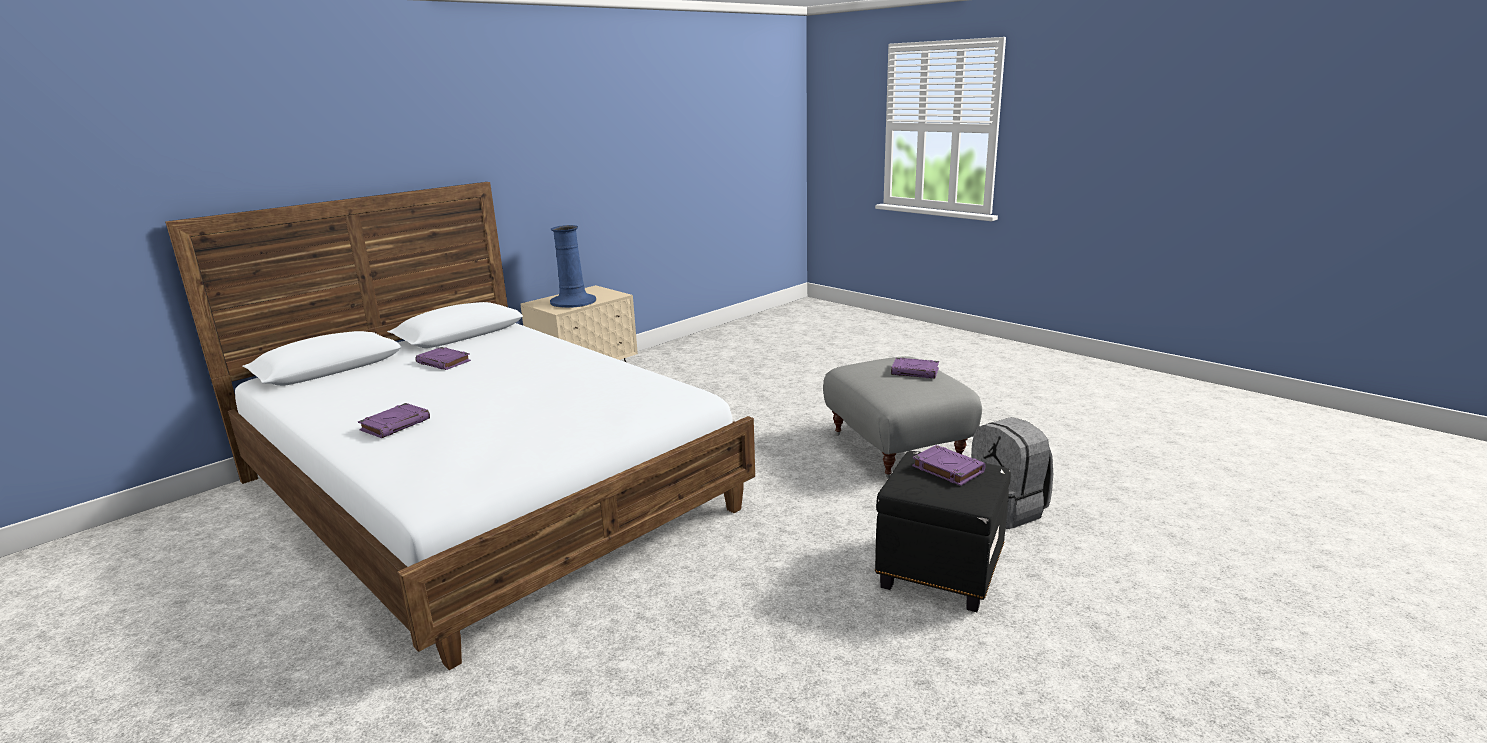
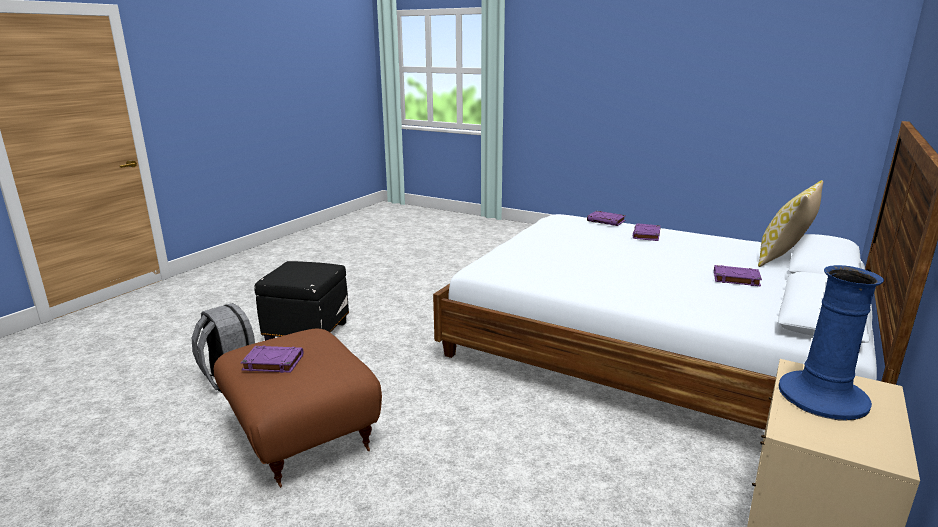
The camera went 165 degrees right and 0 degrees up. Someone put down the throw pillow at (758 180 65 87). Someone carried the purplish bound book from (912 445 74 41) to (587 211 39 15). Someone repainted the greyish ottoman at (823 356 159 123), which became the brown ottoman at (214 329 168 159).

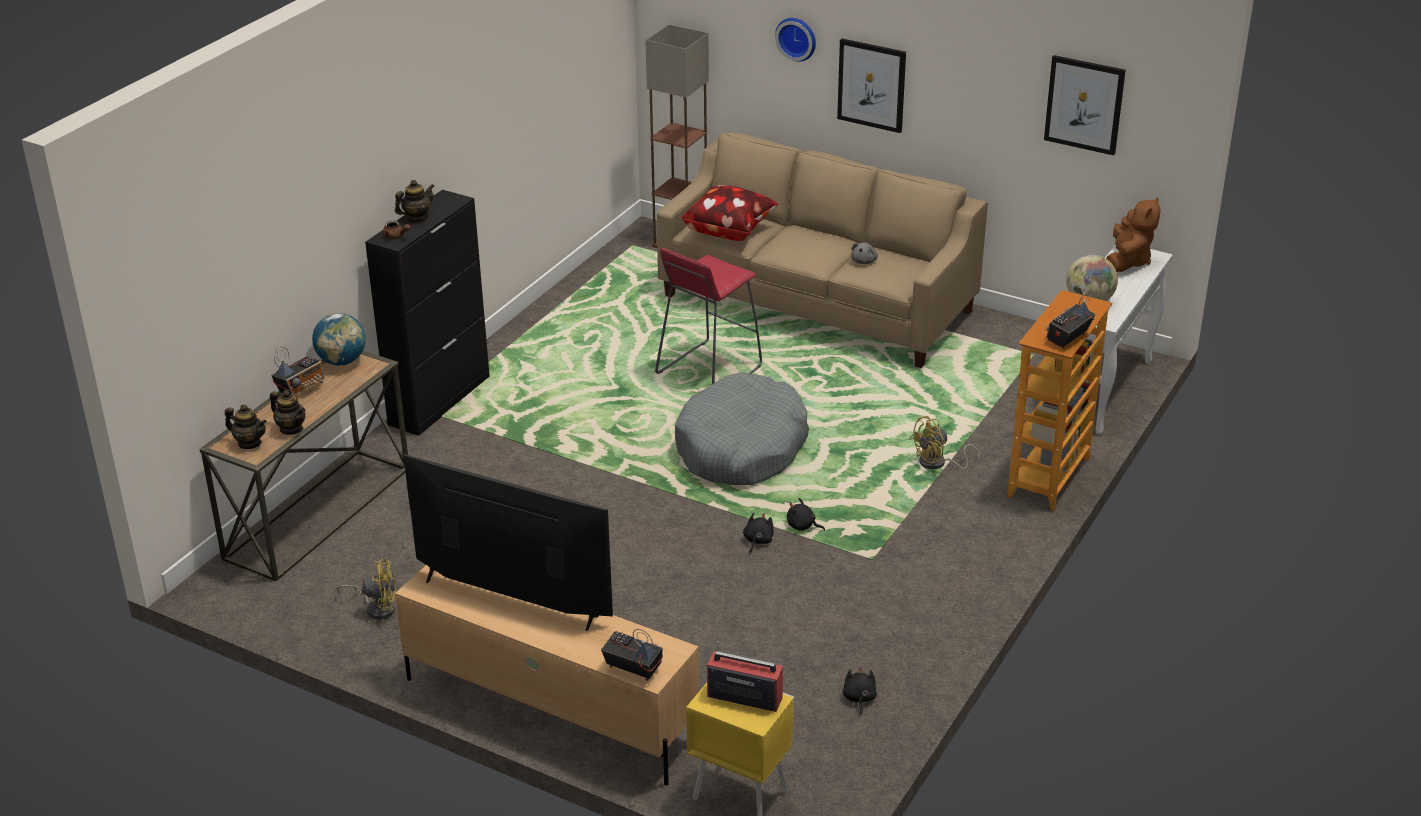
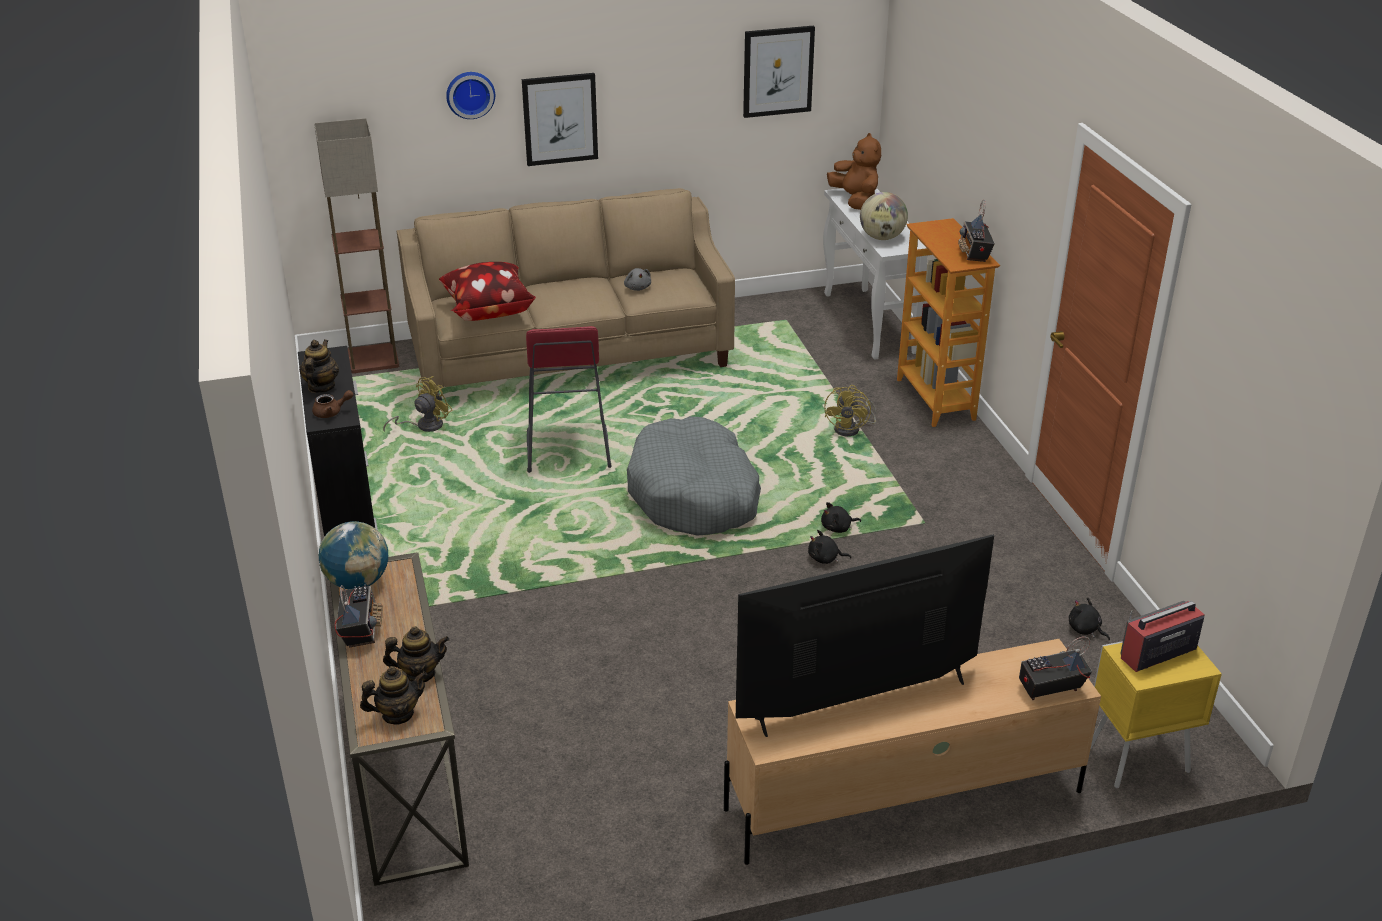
The camera went 45 degrees left and 0 degrees up. Someone carried the yellow-coloured electric fan from (337 558 60 62) to (383 376 70 56). Someone rotated the black cuddly toy at (743 513 31 40) by 60 degrees counterclockwise.

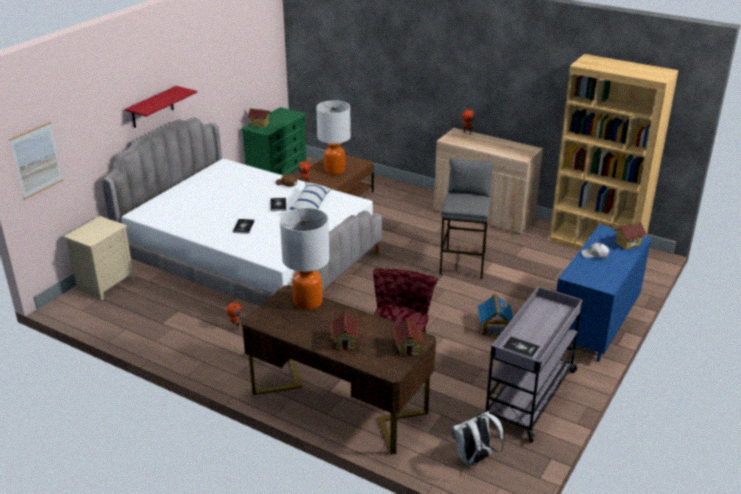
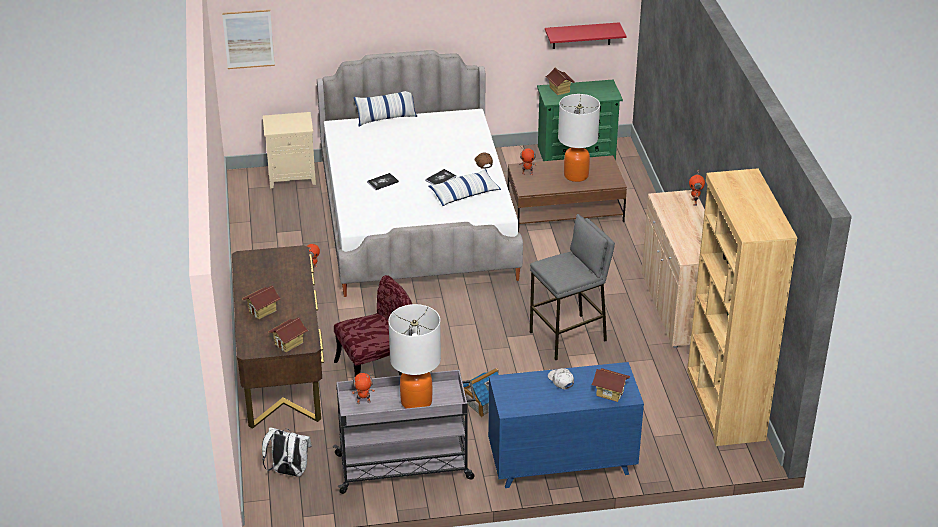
The camera went 50 degrees right and 5 degrees up. Someone put down the throw pillow at (354 91 63 35). Someone carried the red-coloured shelf from (125 86 72 42) to (545 22 82 27). Someone carried the lamp for a table from (280 208 50 102) to (388 304 53 104). Someone swapped the bound book at (503 337 37 22) for the model robot at (352 373 23 31).

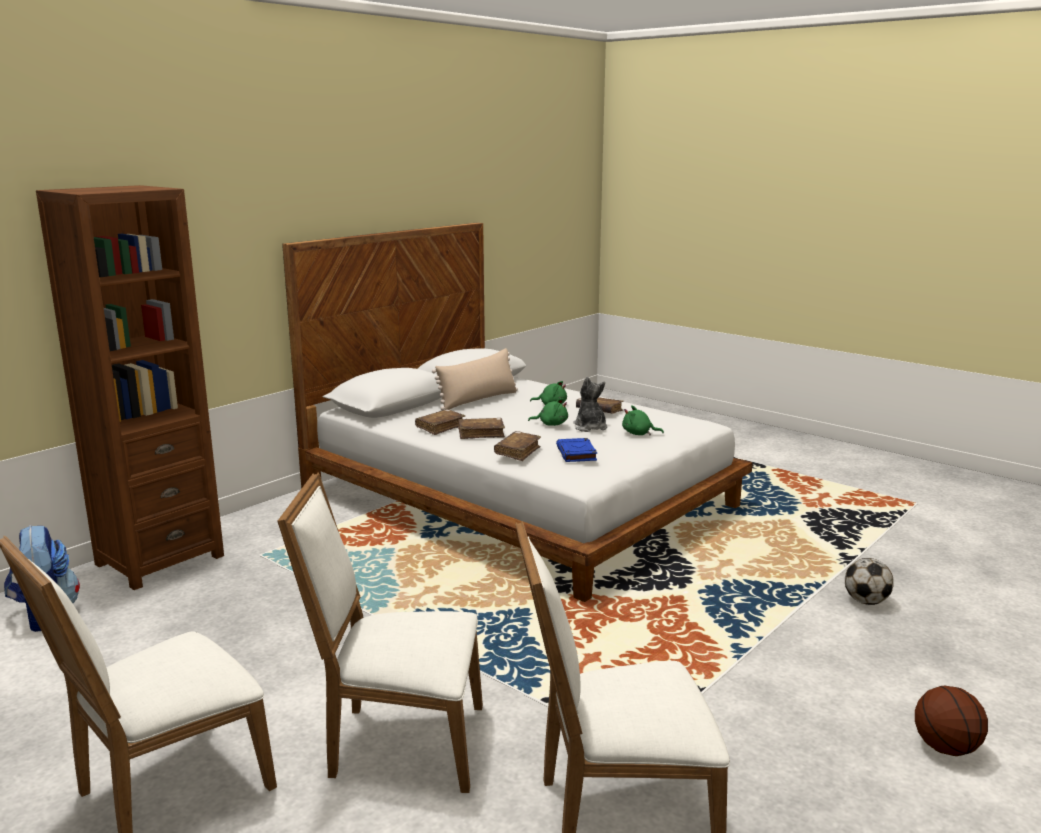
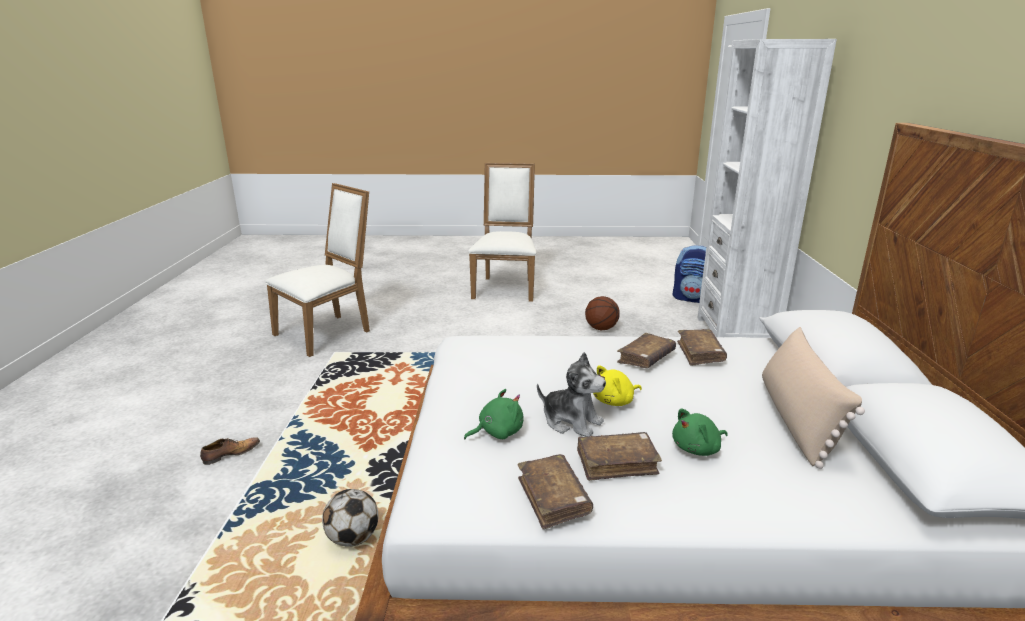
The camera went 140 degrees right and 5 degrees up. Someone took away the white chair at (277 473 206 320). Someone took away the blue bound book at (556 438 41 24). Someone put down the shoe at (200 437 60 28). Someone carried the brown bound book from (494 431 47 30) to (518 454 75 76). Someone carried the football ball from (845 558 49 47) to (322 489 56 58). Someone carried the basketball from (915 686 73 70) to (585 296 34 34). Someone repainted the brown bookshelf at (36 185 188 405), which became the white bookshelf at (698 39 139 299). Someone repainted the greenish cuddly toy at (528 398 40 28), which became the yellow-coloured cuddly toy at (593 365 49 41).

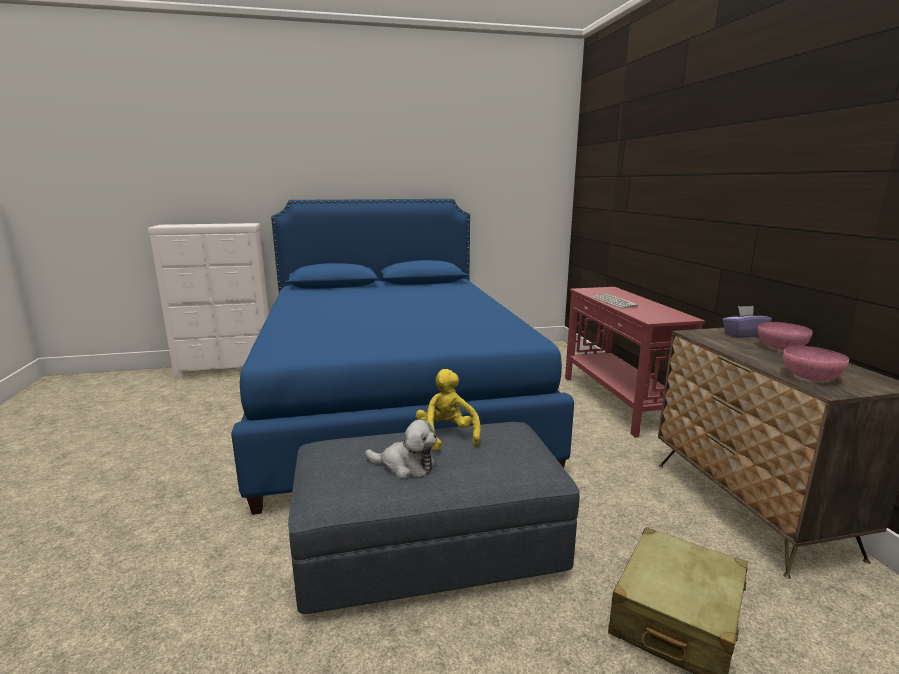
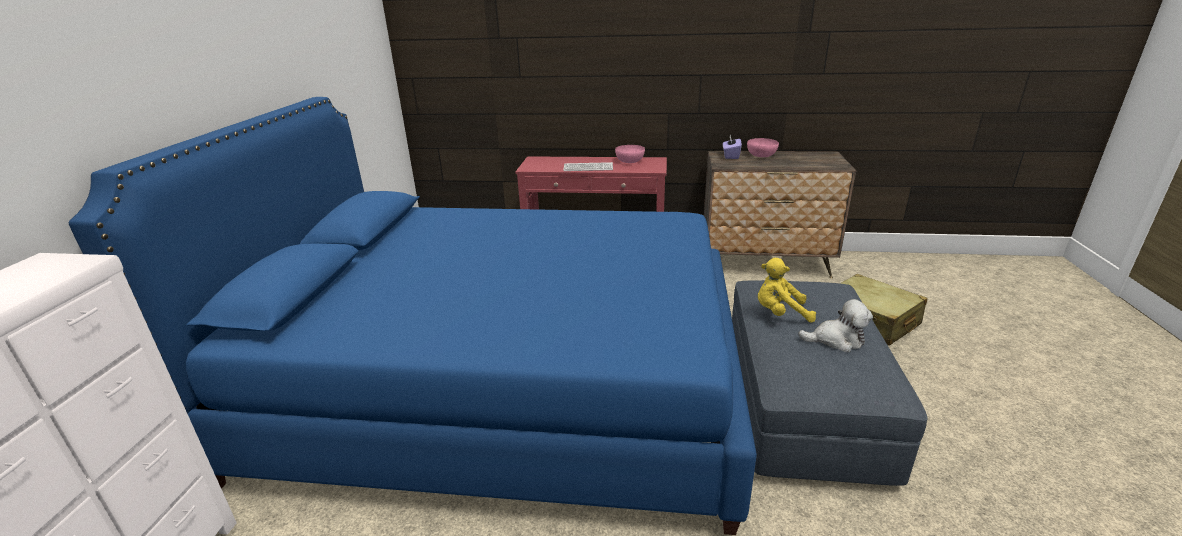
The camera went 70 degrees left and 10 degrees up. Someone carried the pink deep dish from (783 345 66 36) to (615 145 30 18). Someone rotated the cuddly toy at (365 420 72 59) by 60 degrees clockwise.

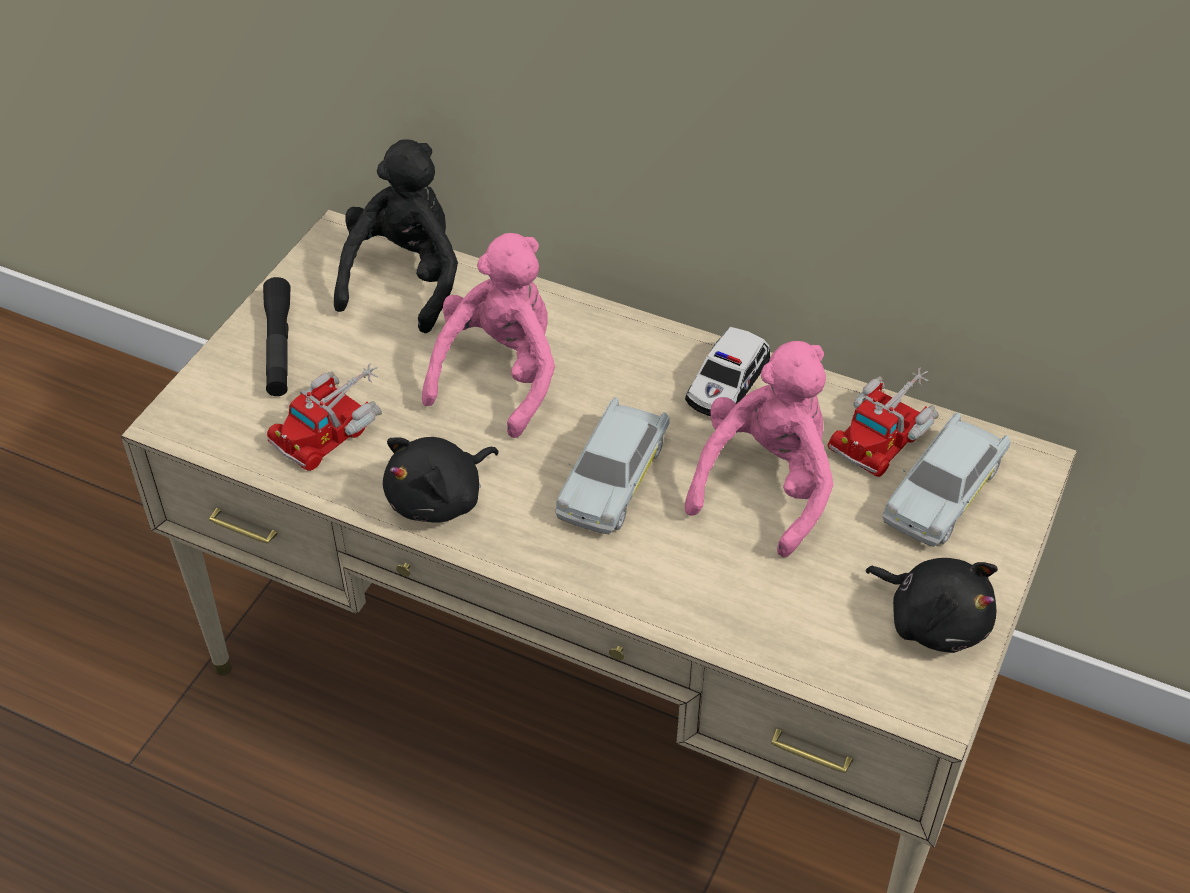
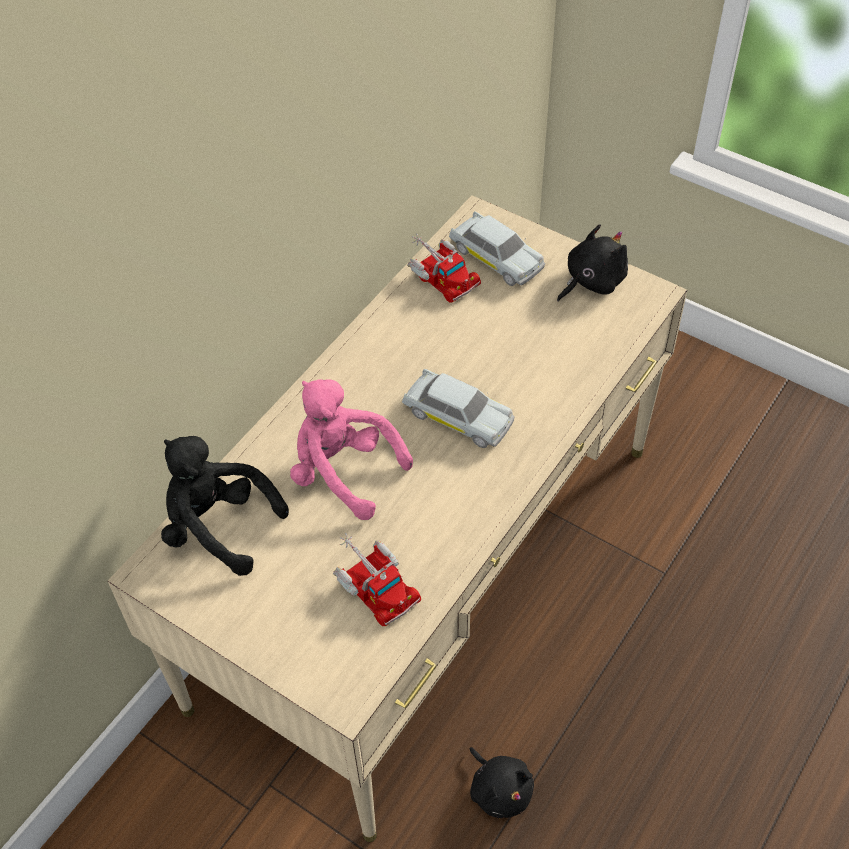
The camera went 80 degrees left and 5 degrees up. Someone took away the black torch at (263 277 28 119). Someone took away the model car at (685 327 85 89). Someone took away the pink cuddly toy at (685 341 148 216). Someone carried the black cuddly toy from (383 437 116 86) to (469 747 65 71).

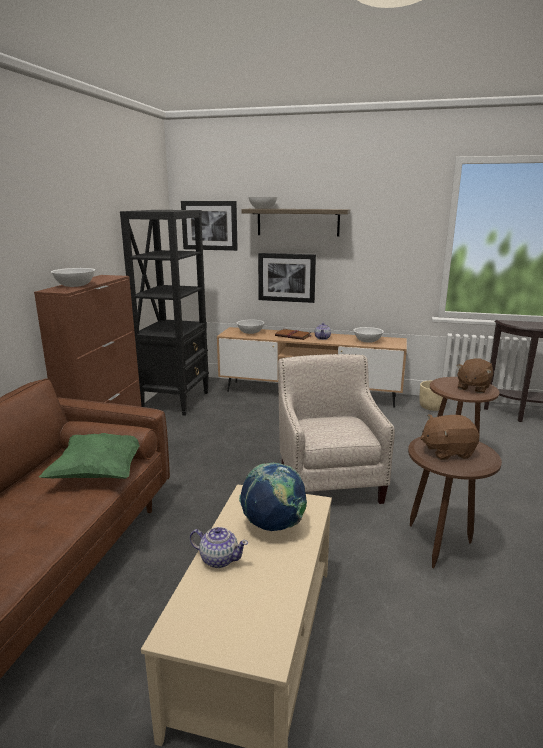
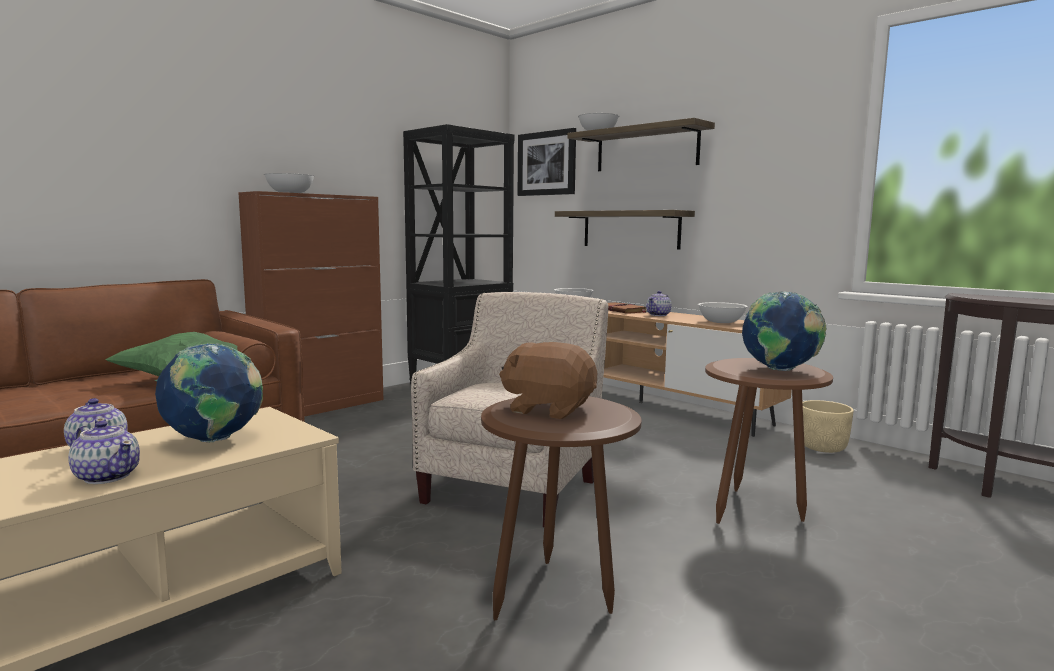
The camera went 30 degrees right and 10 degrees down. Someone put down the teapot at (68 420 72 64). Someone swapped the wall picture at (258 253 58 50) for the shelf at (555 210 140 39). Someone swapped the brown cuddly toy at (457 358 36 35) for the globe at (742 291 85 80).

